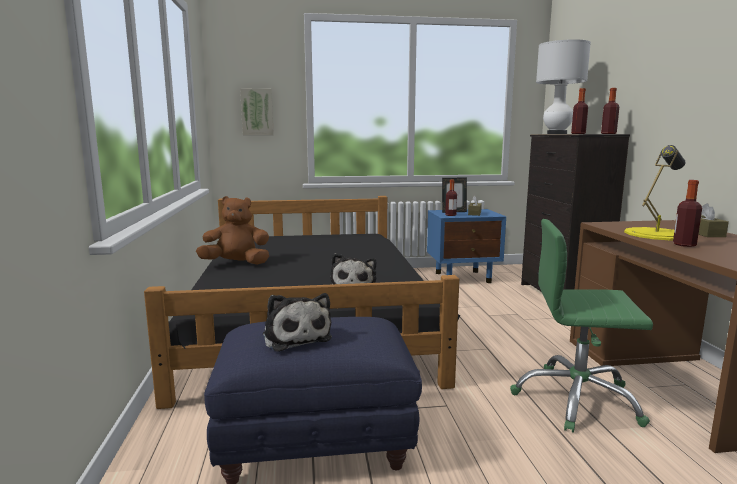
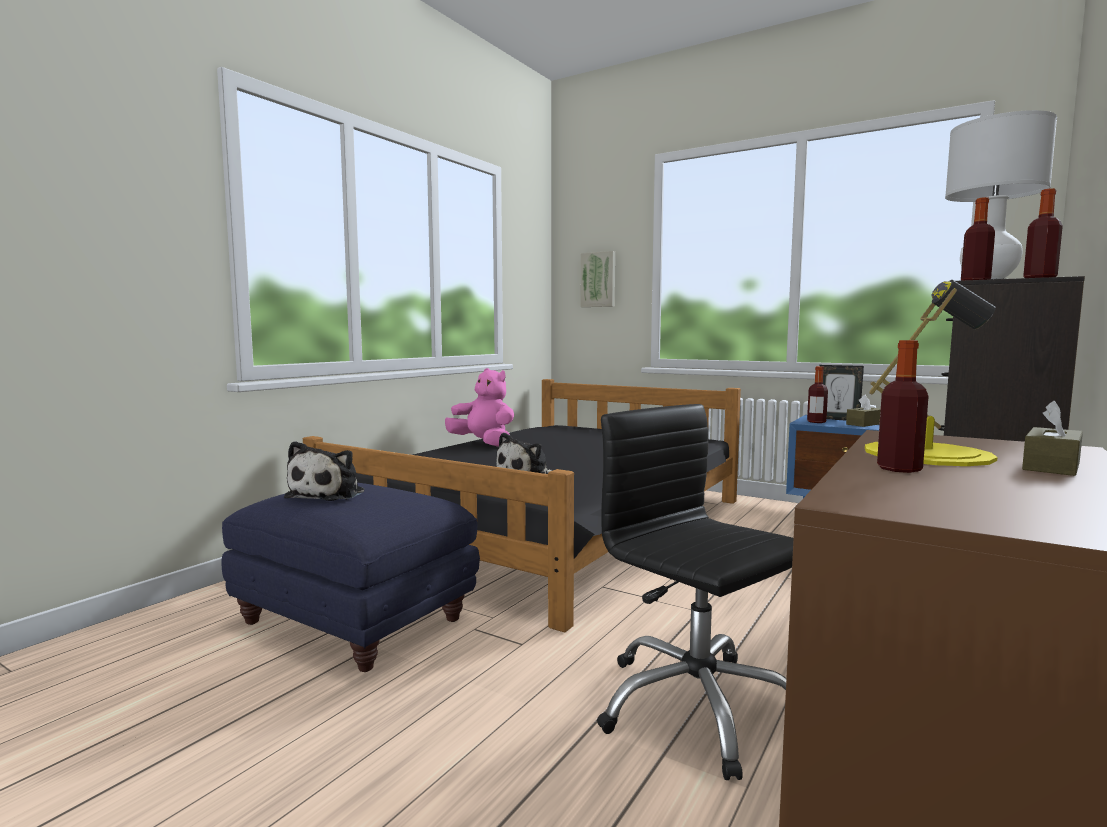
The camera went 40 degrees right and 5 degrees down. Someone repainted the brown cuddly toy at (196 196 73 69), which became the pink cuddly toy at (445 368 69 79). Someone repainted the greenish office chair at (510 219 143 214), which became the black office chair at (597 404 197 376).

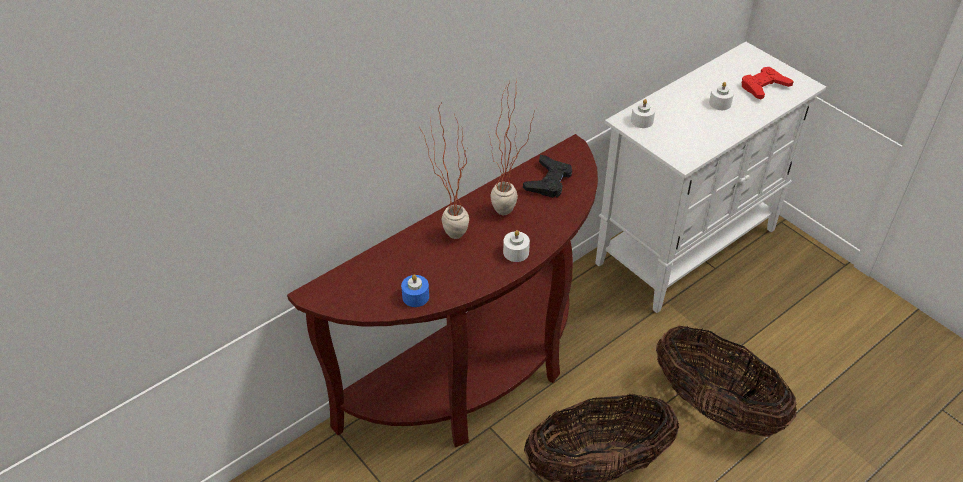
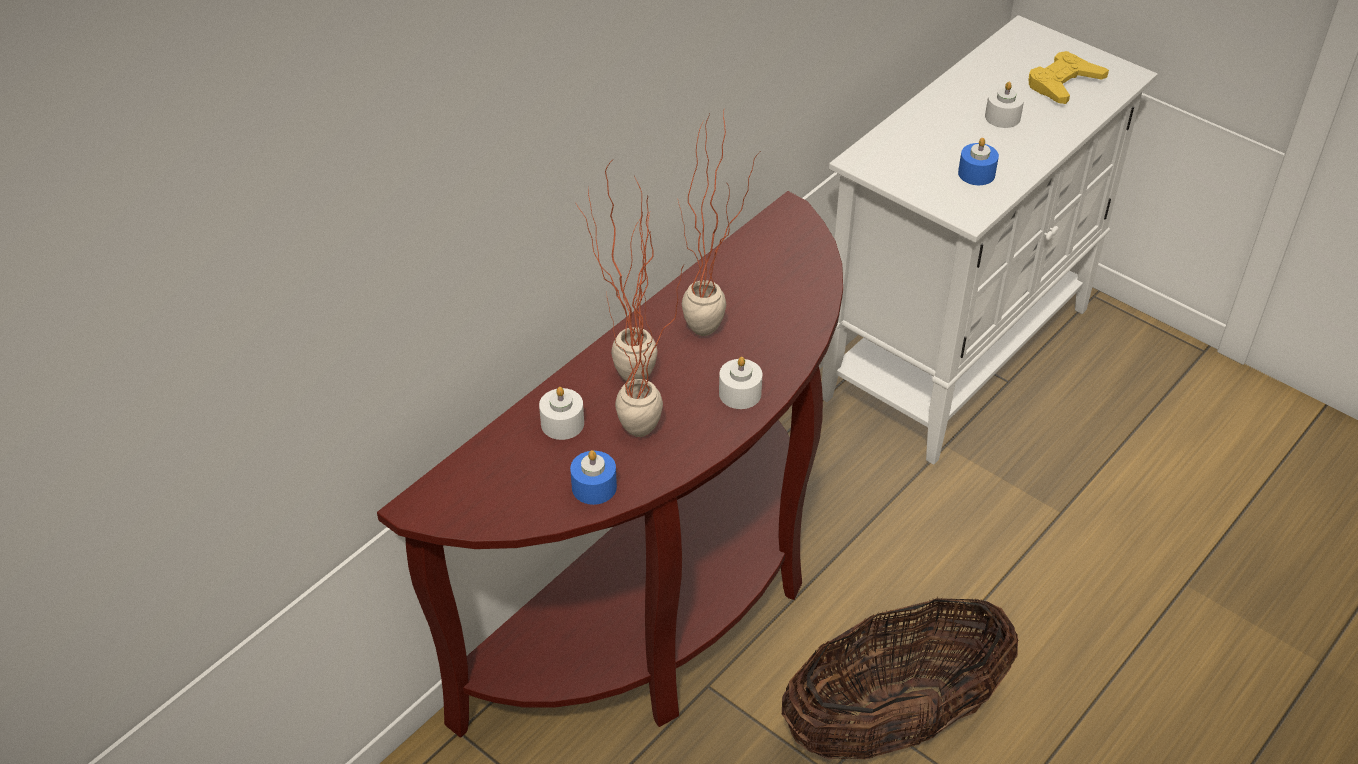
The camera went 10 degrees left and 0 degrees up. Someone took away the black game controller at (523 155 49 43). Someone took away the basket at (656 326 141 111). Someone put down the plant in a pot at (607 210 77 227). Someone put down the blue wax candle at (958 138 41 47). Someone carried the white wax candle from (631 99 24 29) to (539 387 45 53). Someone repainted the red-coloured game controller at (742 67 52 33), which became the yellow-coloured game controller at (1029 51 80 53).

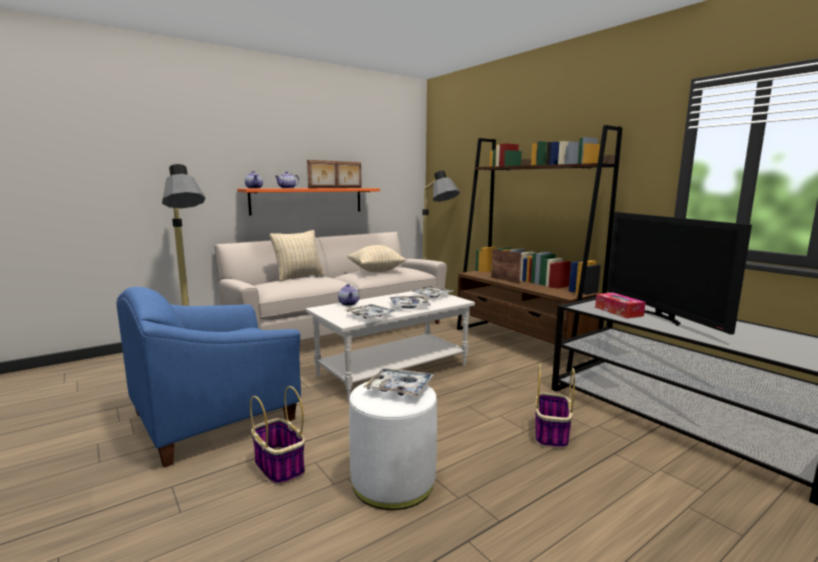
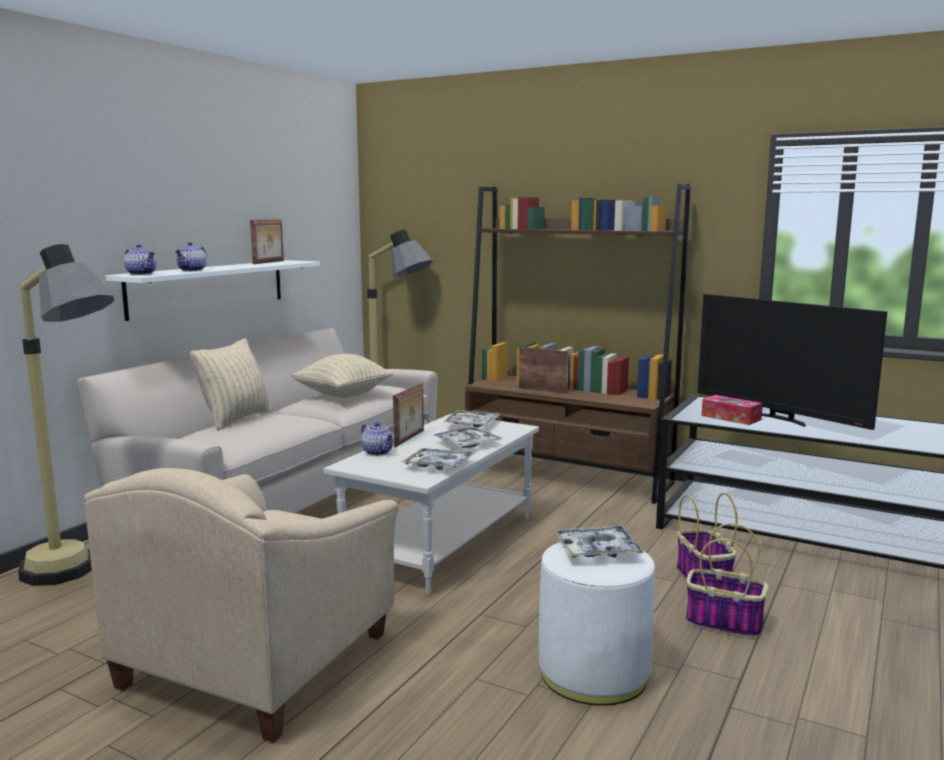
The camera went 25 degrees left and 0 degrees up. Someone carried the basket from (250 386 55 99) to (686 523 82 116). Someone carried the picture frame from (307 160 30 28) to (393 382 31 65). Someone repainted the blue easy chair at (116 287 185 180), which became the beige-coloured easy chair at (84 468 314 275). Someone repainted the orange-coloured shelf at (237 188 143 28), which became the white shelf at (105 260 215 61).

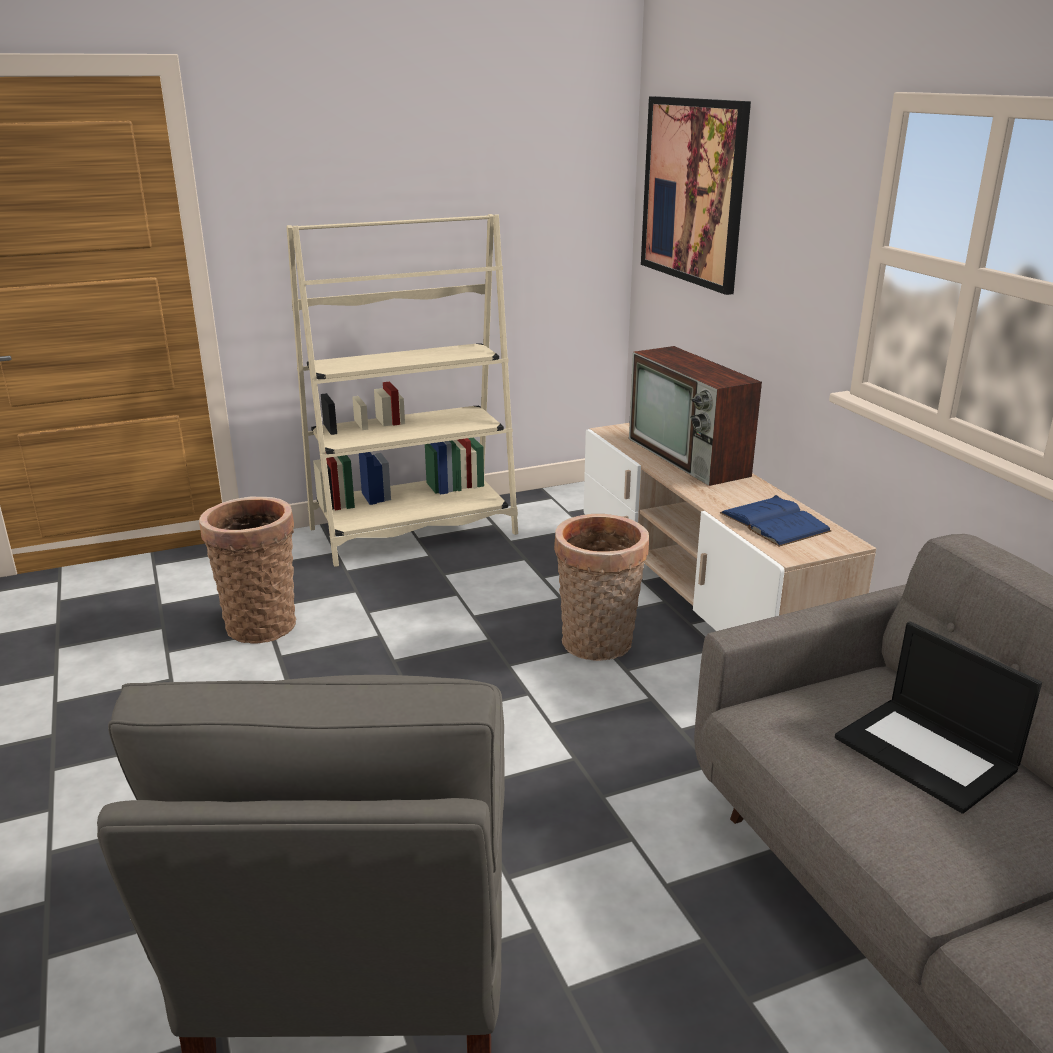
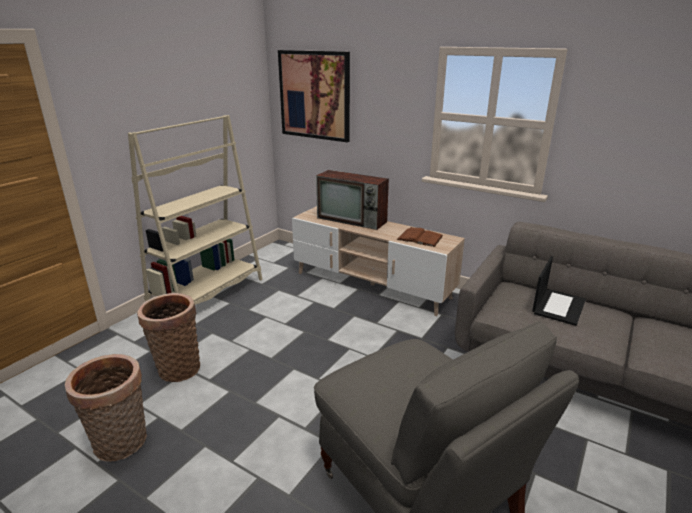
The camera went 35 degrees left and 0 degrees up. Someone carried the basket from (554 514 95 147) to (65 354 82 108). Someone repainted the blue bound book at (720 495 112 52), which became the brown bound book at (397 227 46 20). Someone rotated the laptop at (835 621 207 193) by 75 degrees counterclockwise.

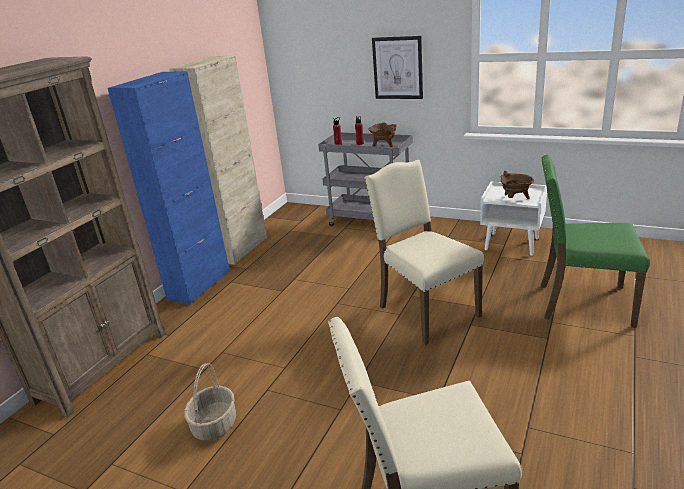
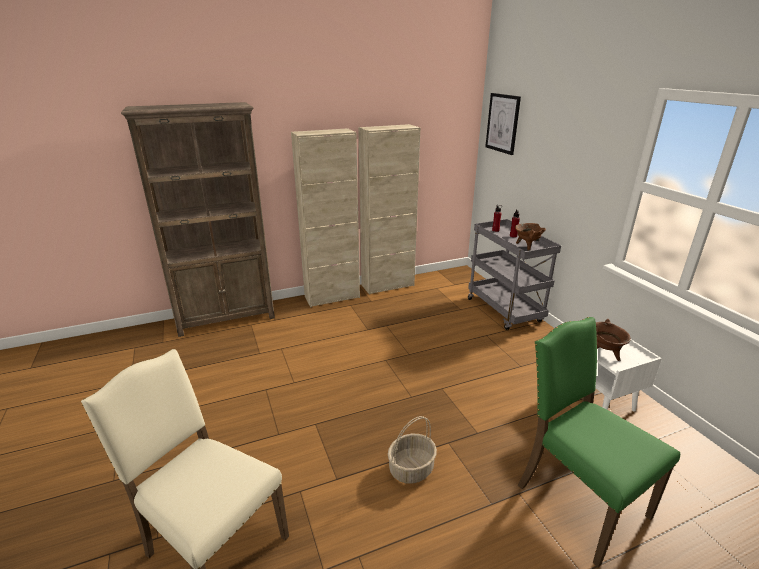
The camera went 40 degrees right and 0 degrees up. Someone took away the beige-coloured chair at (364 160 120 185). Someone carried the basket from (184 363 52 78) to (388 416 49 68). Someone carried the wall picture from (372 36 51 63) to (485 93 36 62). Someone repainted the blue storage cabinet at (108 71 122 234), which became the beige-coloured storage cabinet at (291 128 69 179).

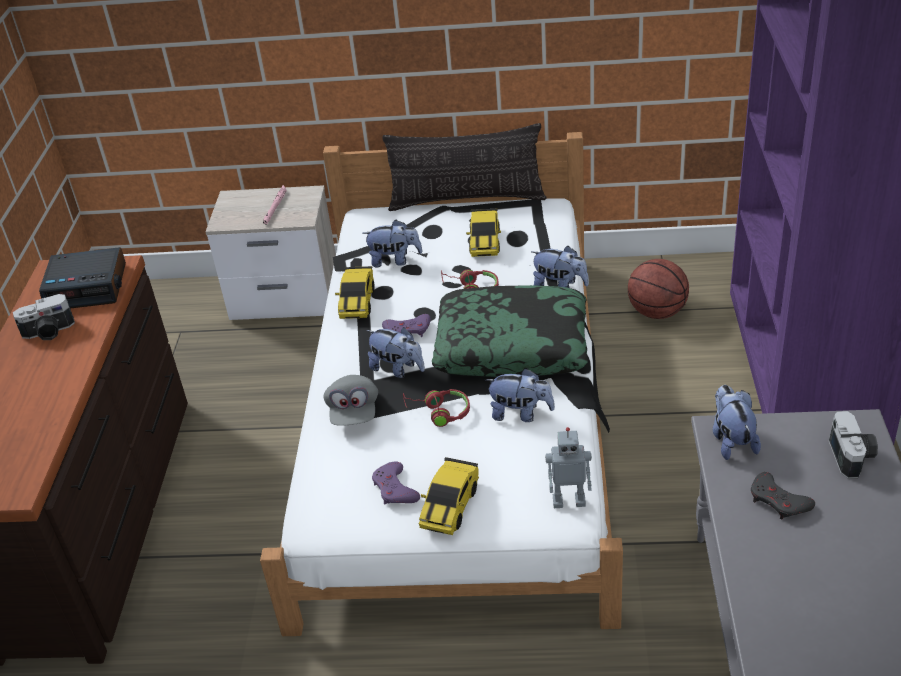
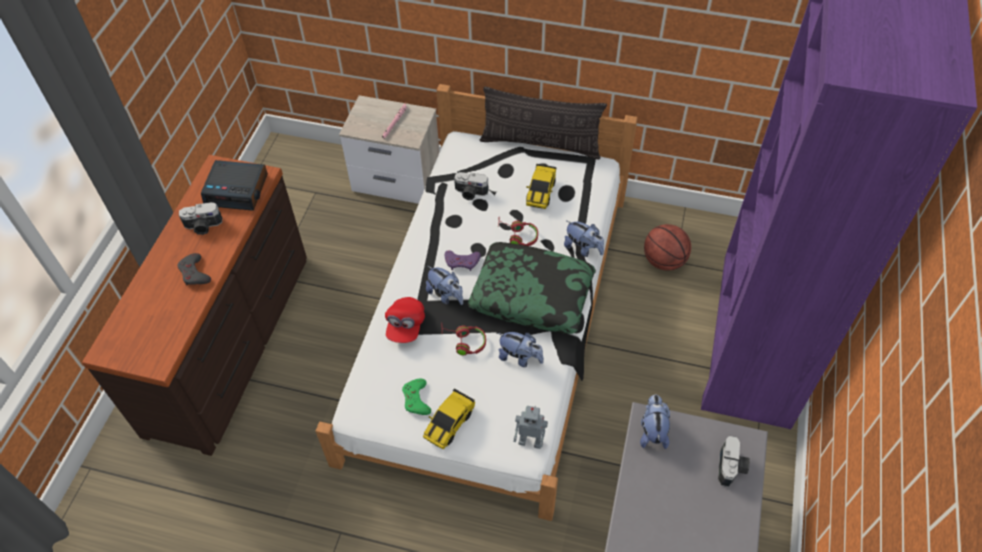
The camera went 10 degrees right and 15 degrees up. Someone took away the model car at (335 266 40 53). Someone carried the greyish game controller from (751 472 64 47) to (177 253 34 32). Someone swapped the cuddly toy at (362 220 61 47) for the photo camera at (454 172 35 28). Someone repainted the greyish baseball cap at (323 375 55 51), which became the red-coloured baseball cap at (385 297 40 46). Someone repainted the purplish game controller at (372 461 48 43), which became the greenish game controller at (402 379 29 36).

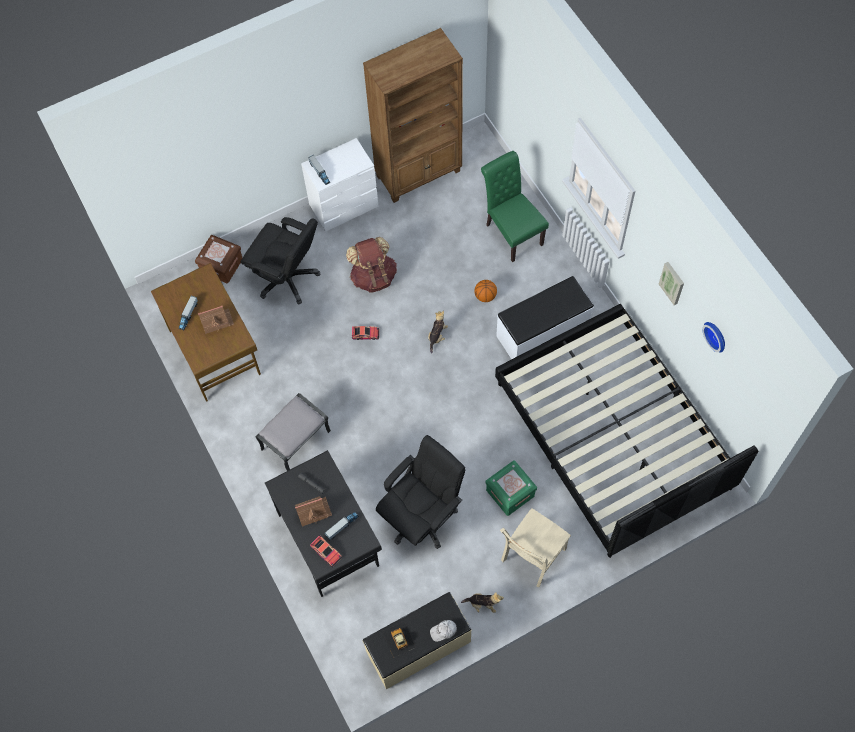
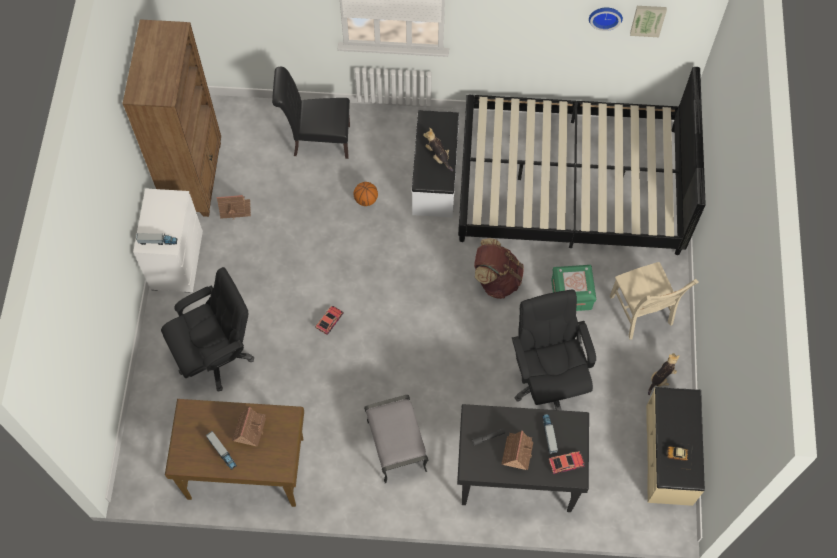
The camera went 60 degrees left and 0 degrees up. Someone took away the brown storage box at (195 235 47 48). Someone took away the white baseball cap at (430 620 27 22). Someone put down the miniature house at (216 195 35 25). Someone carried the brown knapsack from (346 237 51 56) to (474 238 50 61). Someone carried the cuddly toy from (428 311 20 42) to (423 128 30 43). Someone carried the wall picture from (659 262 25 43) to (630 6 37 31). Someone repainted the greenish chair at (481 151 68 111), which became the black chair at (272 67 78 92).

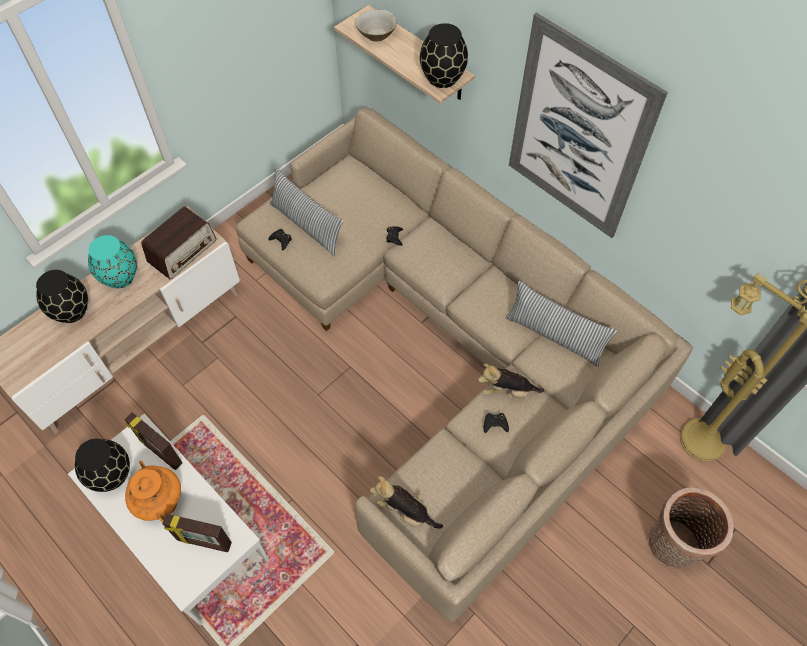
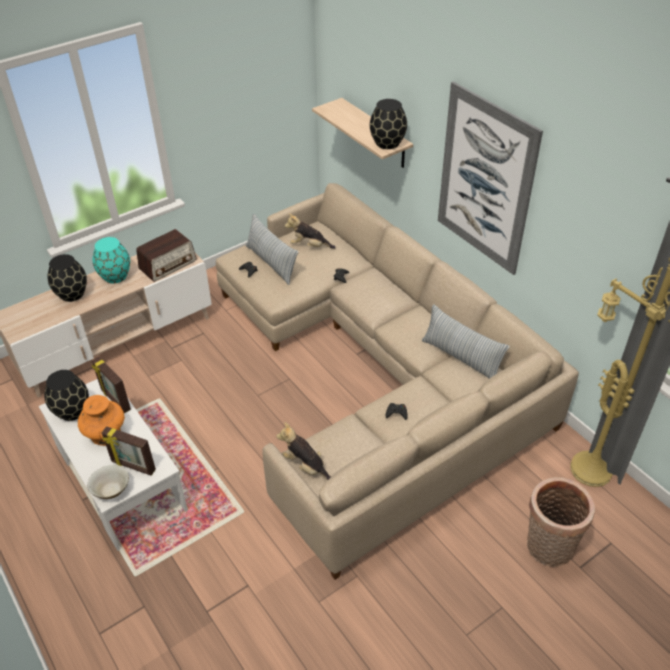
The camera went 10 degrees right and 15 degrees down. Someone carried the beige-coloured deep dish from (356 9 41 33) to (87 465 42 34). Someone carried the cuddly toy from (478 364 66 34) to (285 213 51 36).

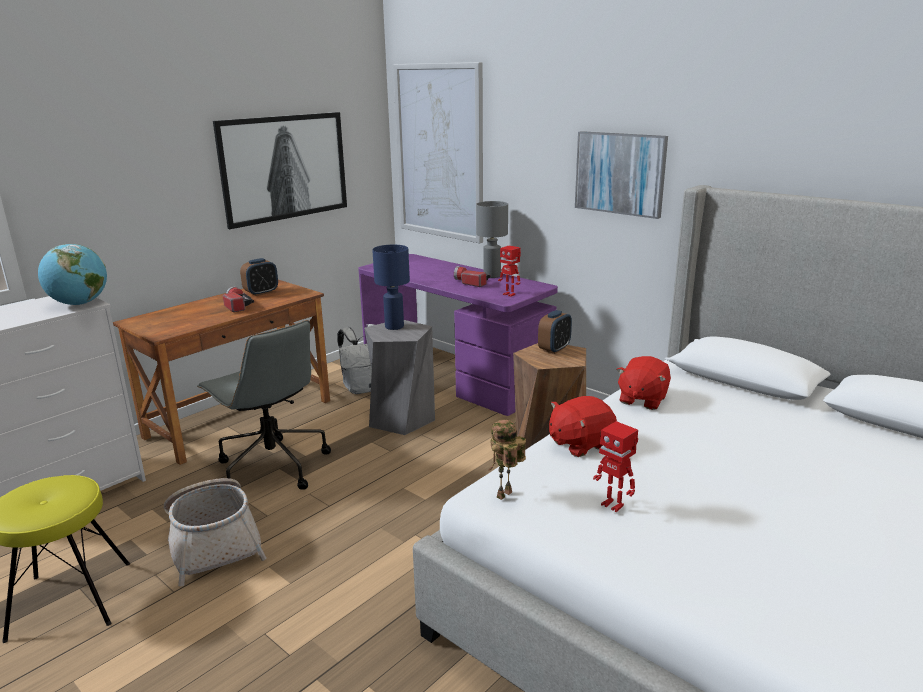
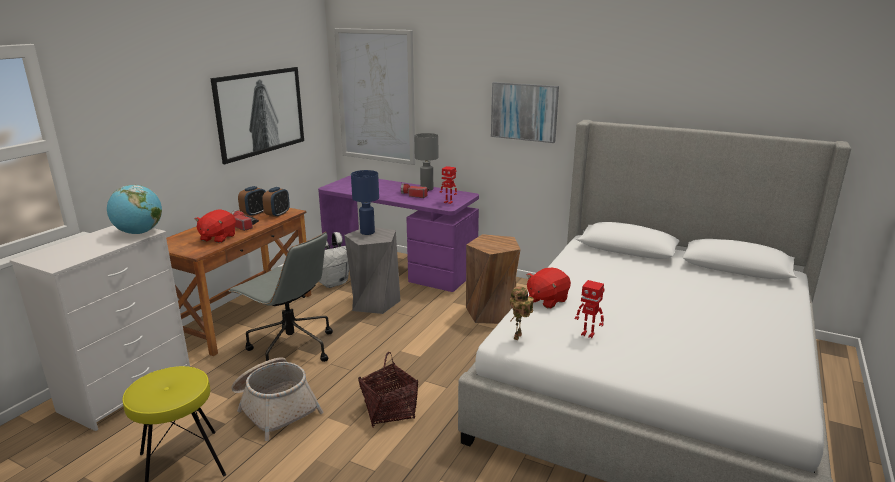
The camera went 15 degrees left and 0 degrees up. Someone put down the basket at (358 352 60 76). Someone carried the bedside clock from (538 310 34 44) to (262 187 28 30). Someone carried the red-coloured cuddly toy from (616 356 55 54) to (195 209 41 34).

